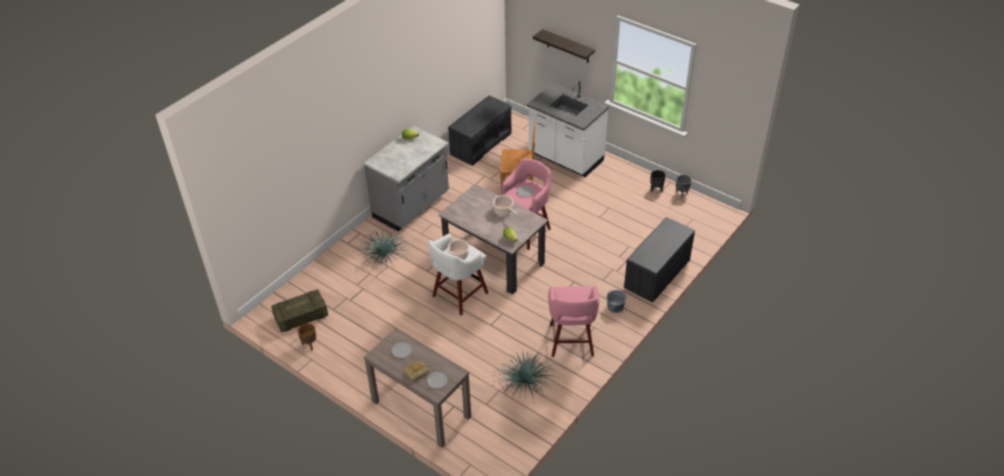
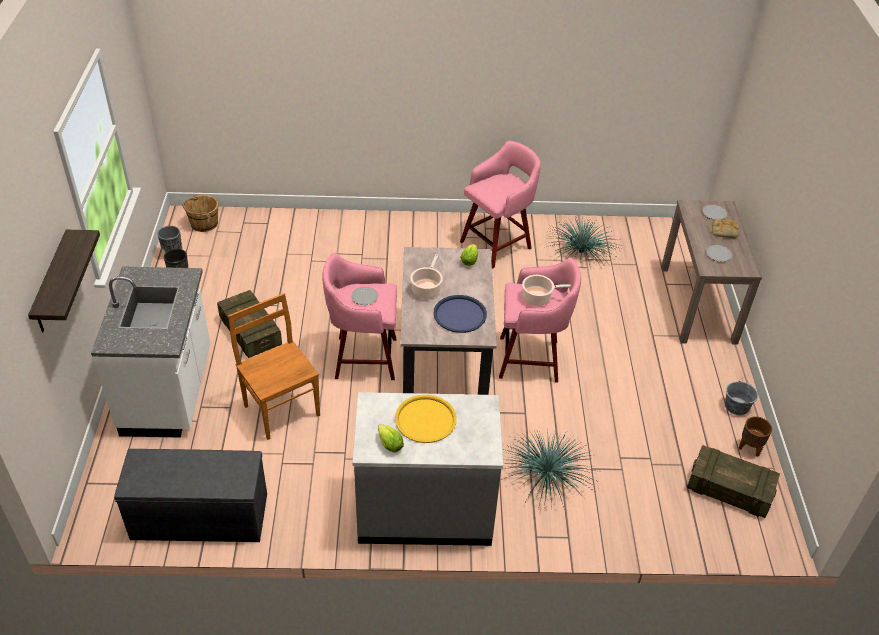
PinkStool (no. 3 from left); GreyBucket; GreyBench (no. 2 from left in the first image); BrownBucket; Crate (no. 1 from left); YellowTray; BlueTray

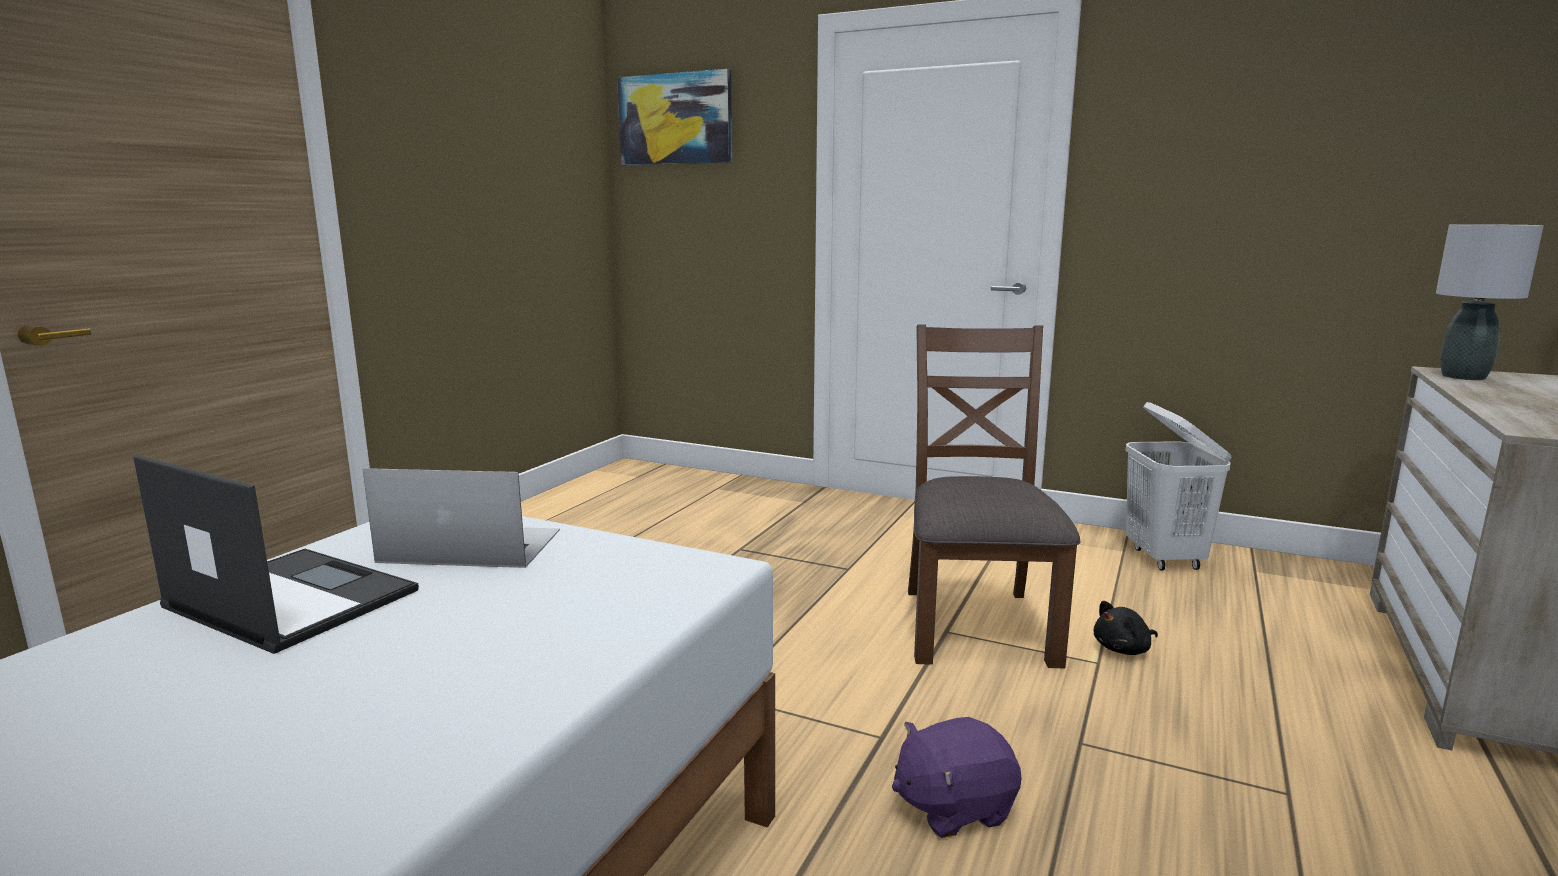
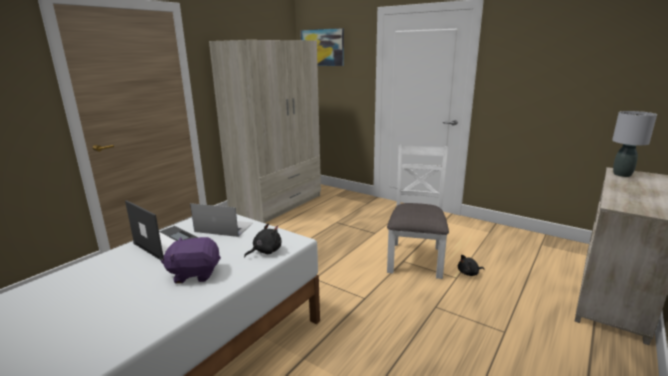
PurplePlushToy; WhiteChair; WhiteLaundryBasket; BeigeWardrobe; BlackPlushToy (no. 1 from left)

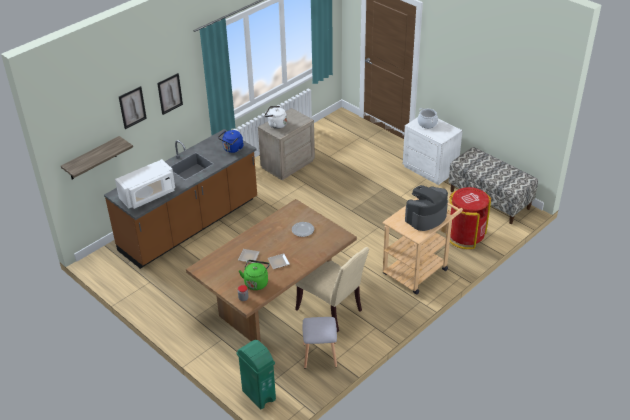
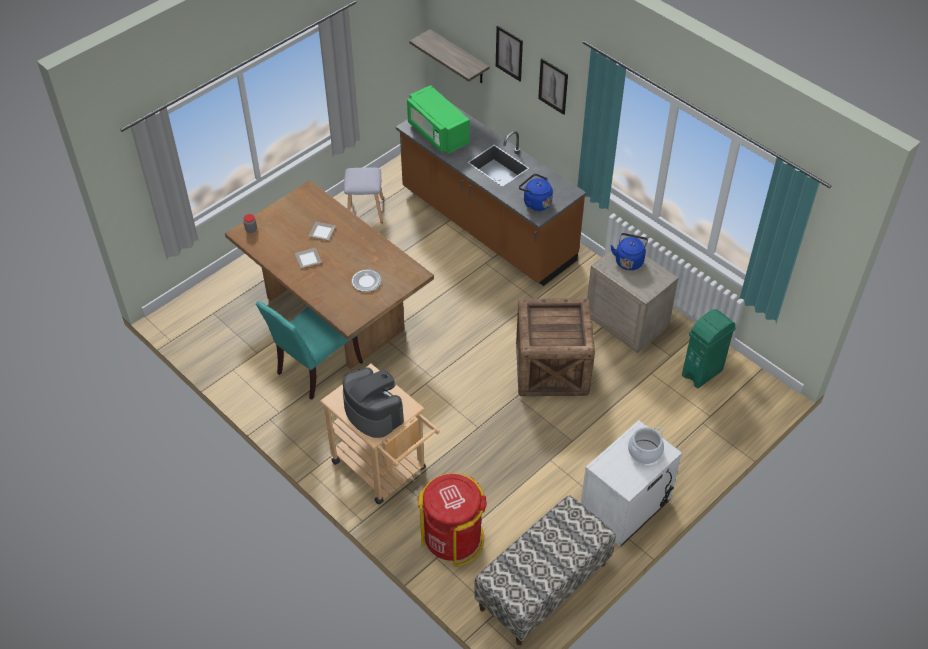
GreenMicrowave; GreenTrashCan; GreenKettle; BlueKettle (no. 2 from left); TurquoiseChair; GreyStool; Crate

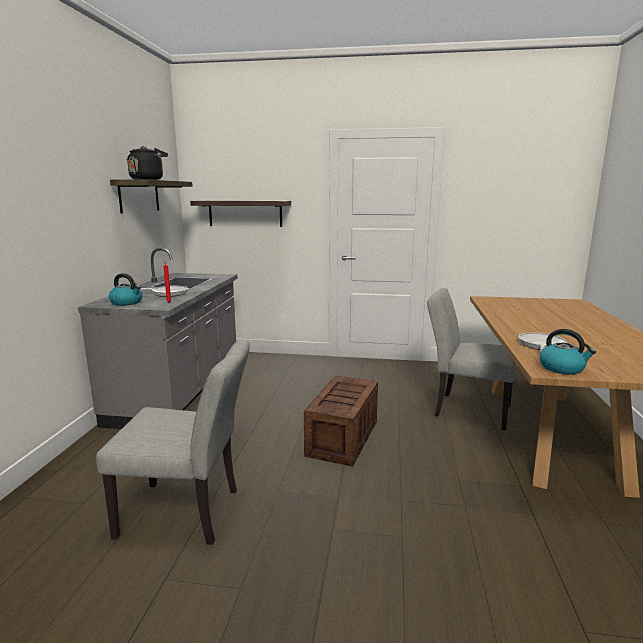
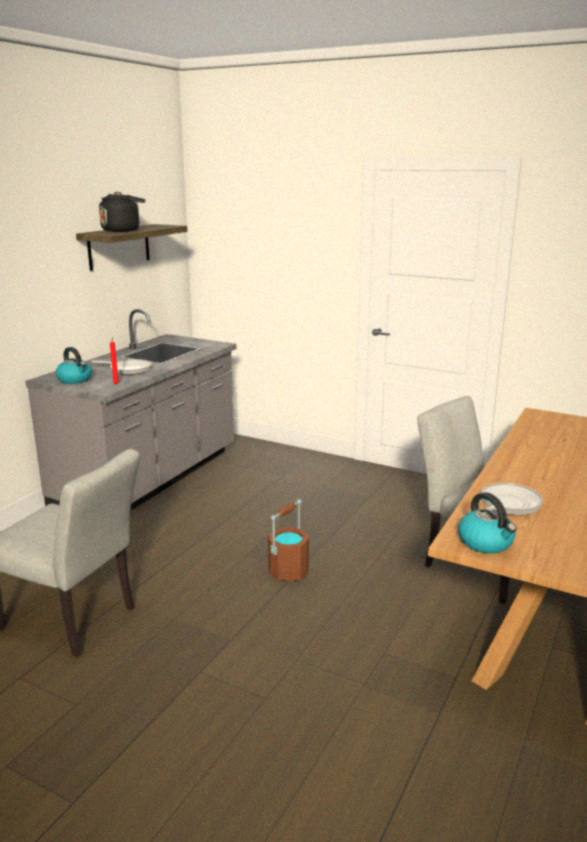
Shelf (no. 2 from left in the first image); BrownBucket

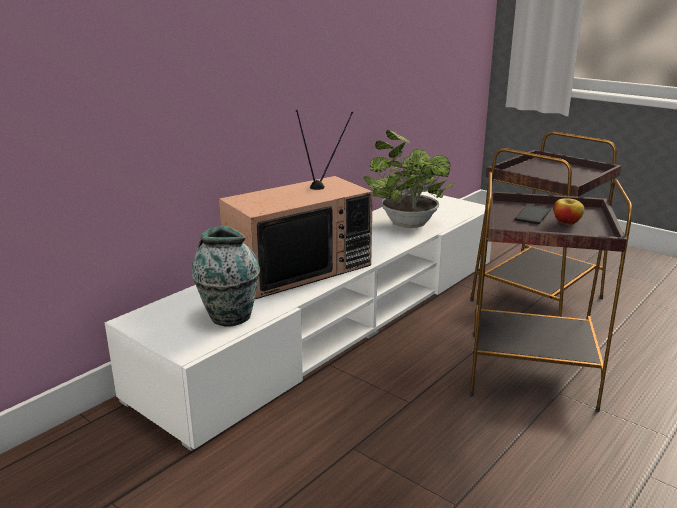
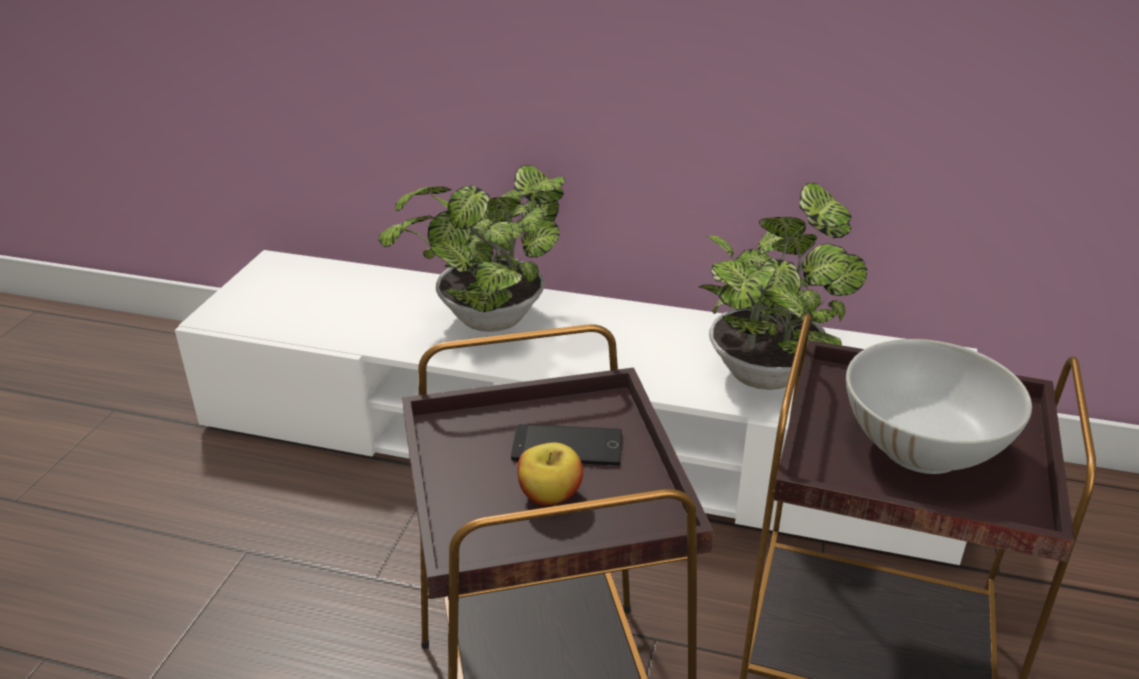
Vase; PottedPlant (no. 1 from left); WhiteBowl

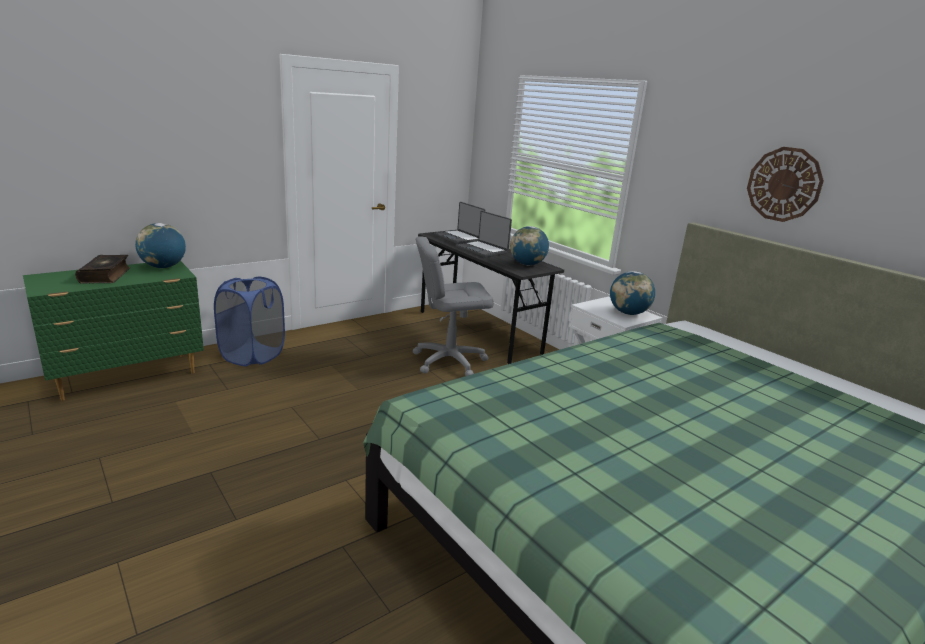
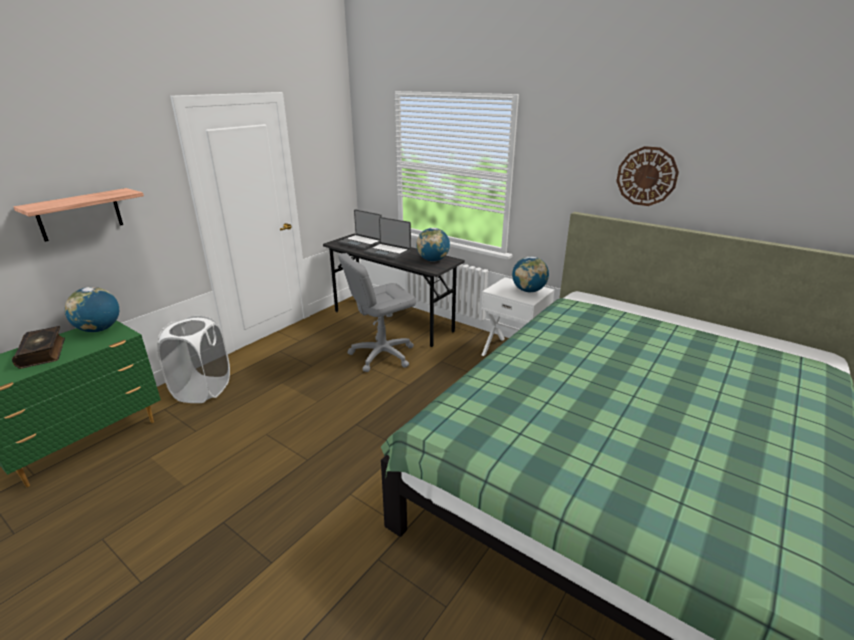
WhiteLaundryBasket; Shelf

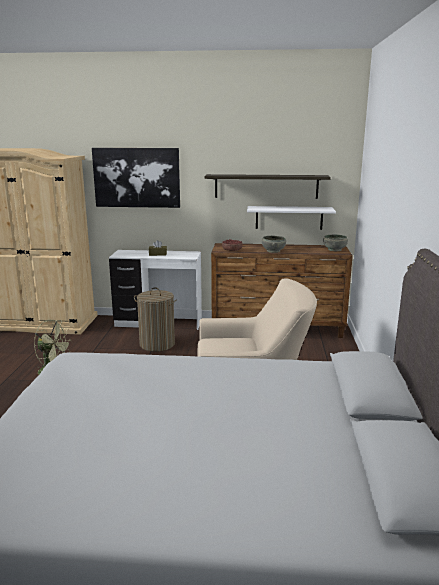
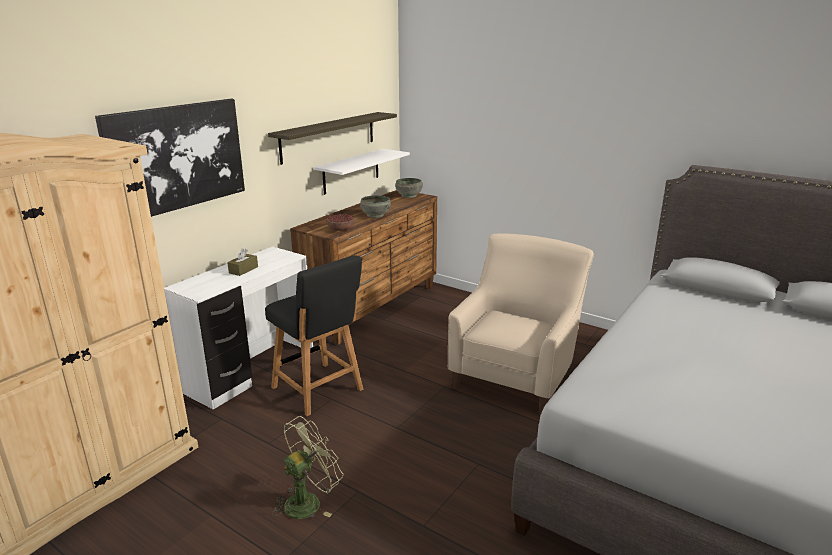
BlackChair

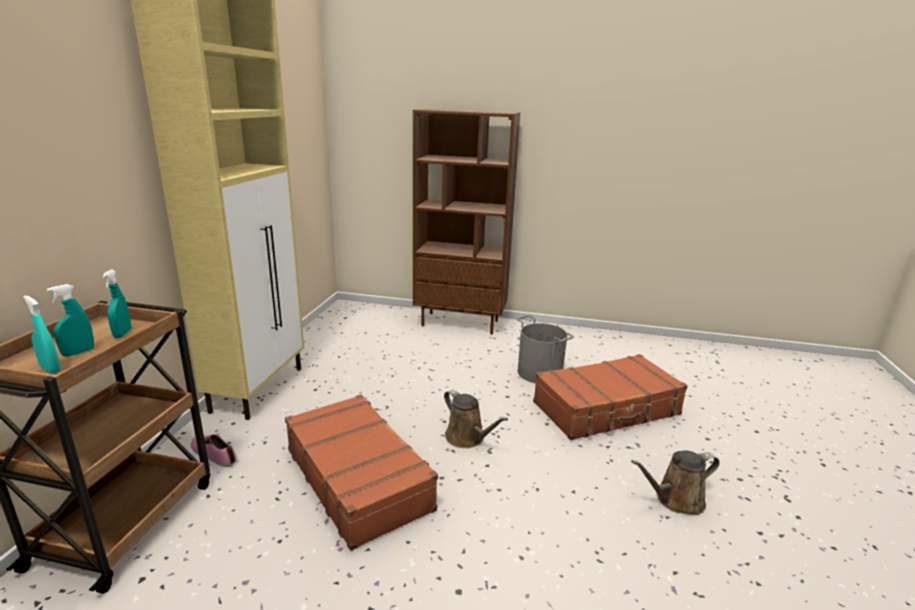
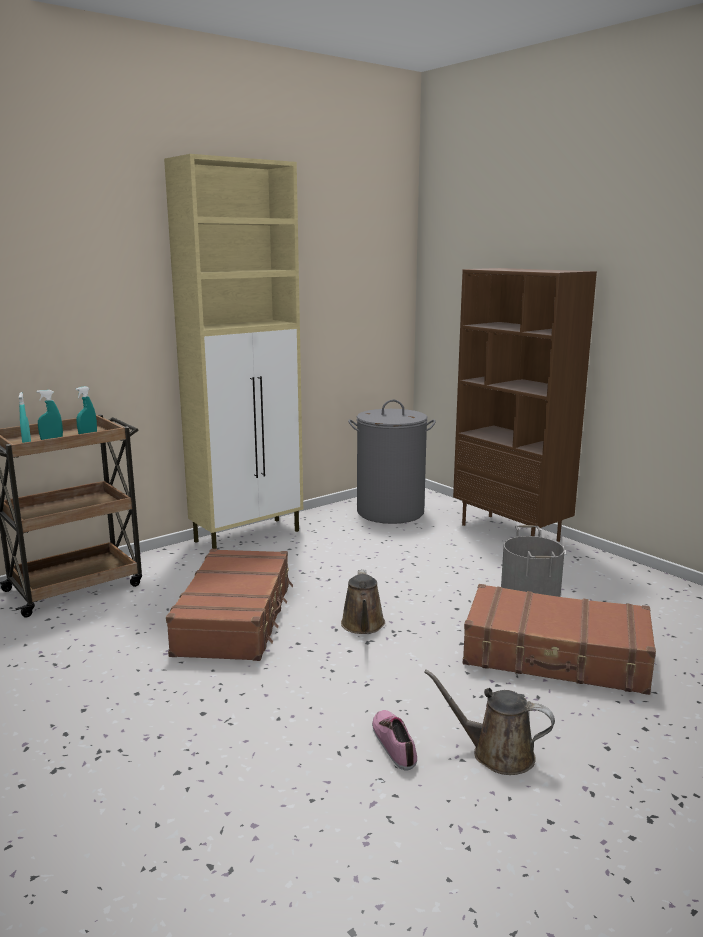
Shoe; GreyLaundryBasket

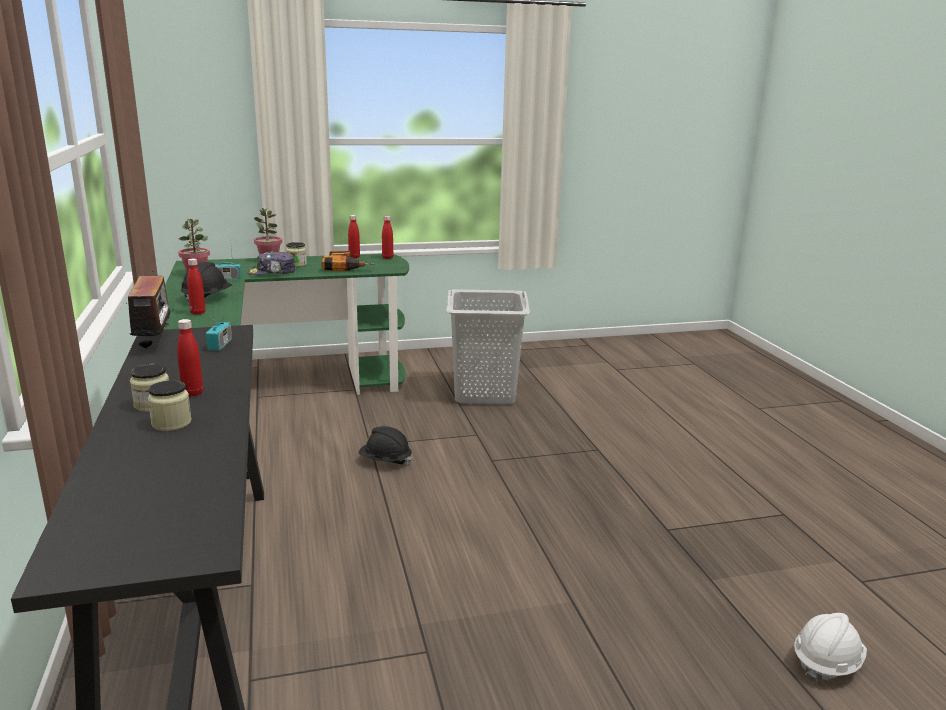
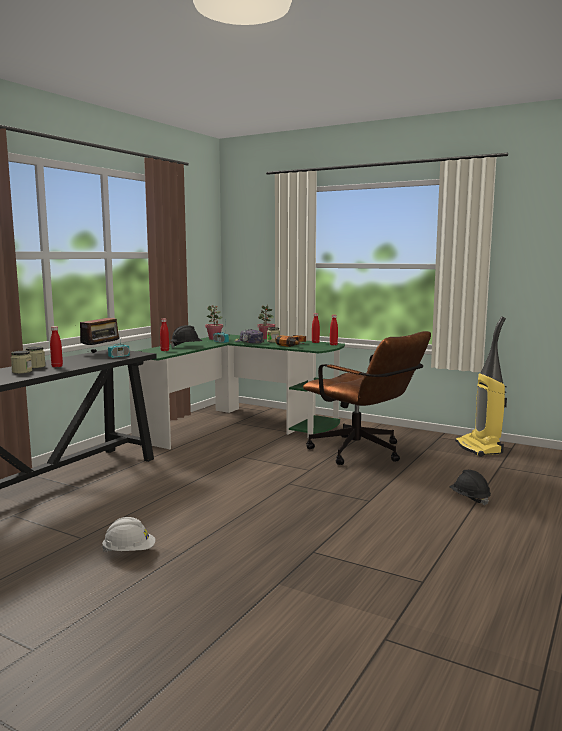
BlackHardHat (no. 2 from left); BrownOfficeChair; WhiteHardHat; VacuumCleaner

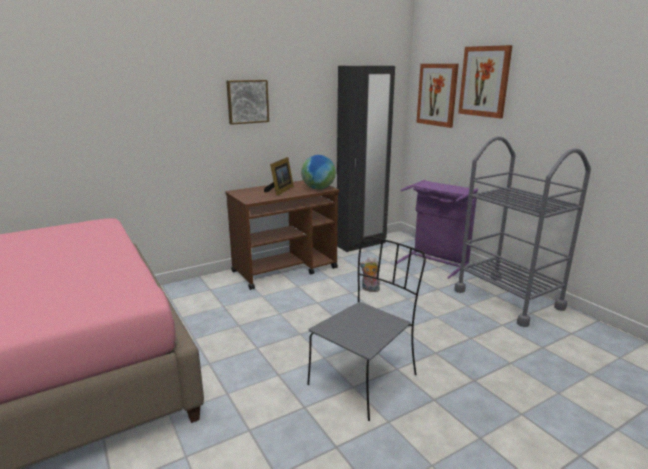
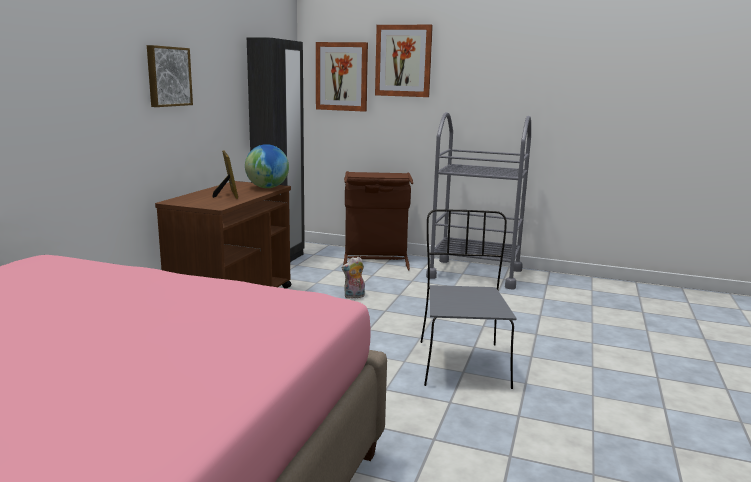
BrownLaundryBasket

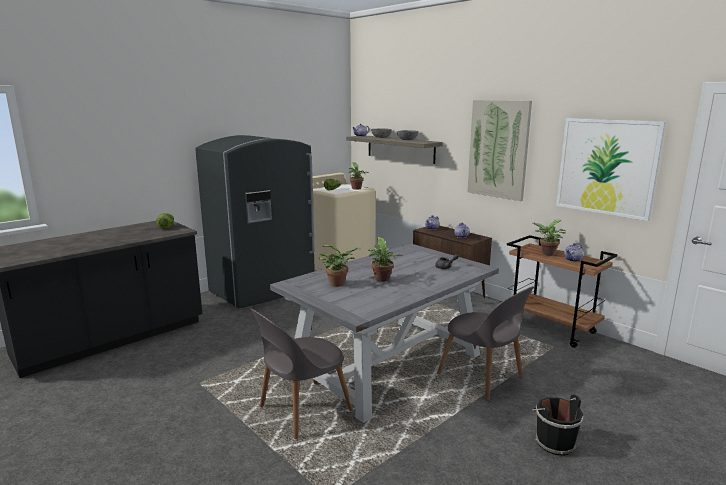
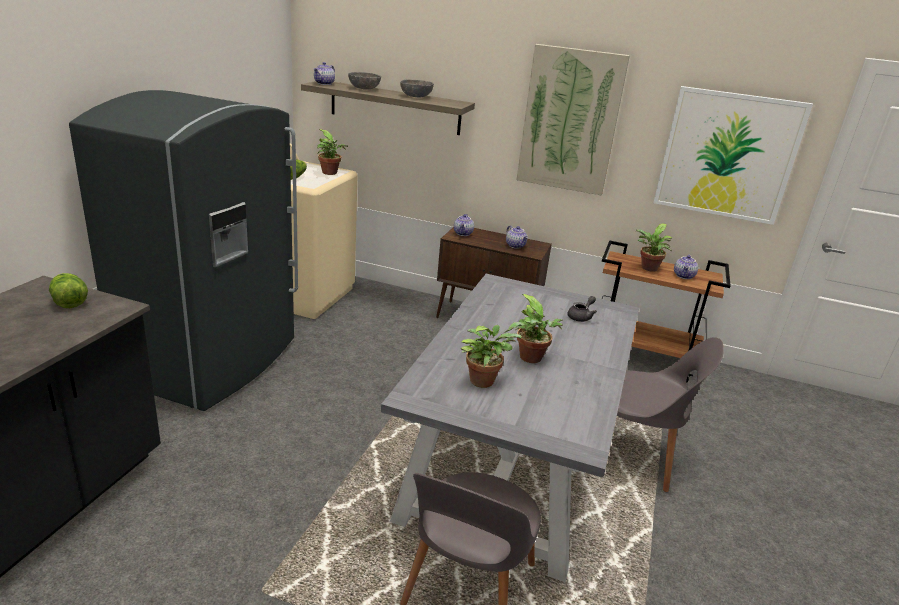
BlackBucket

